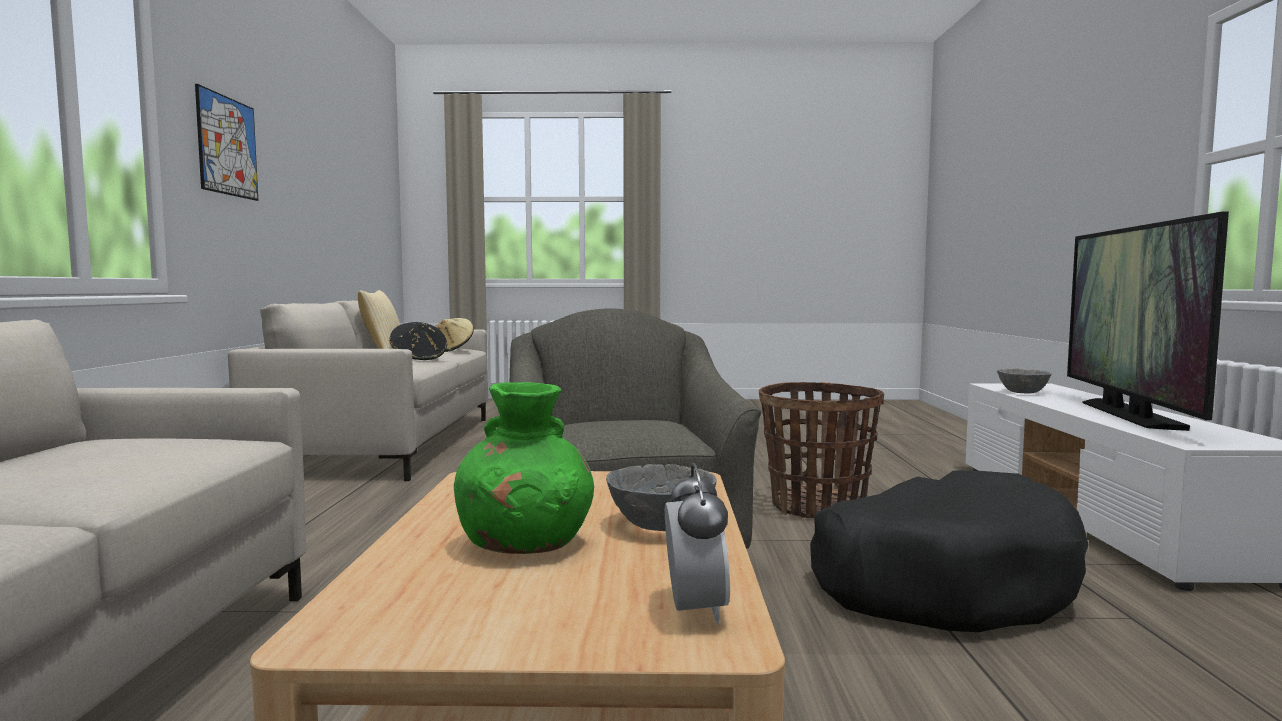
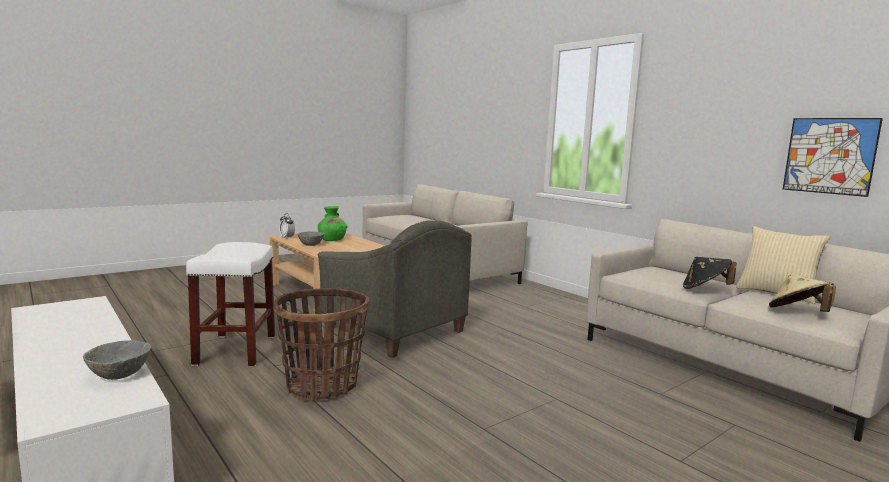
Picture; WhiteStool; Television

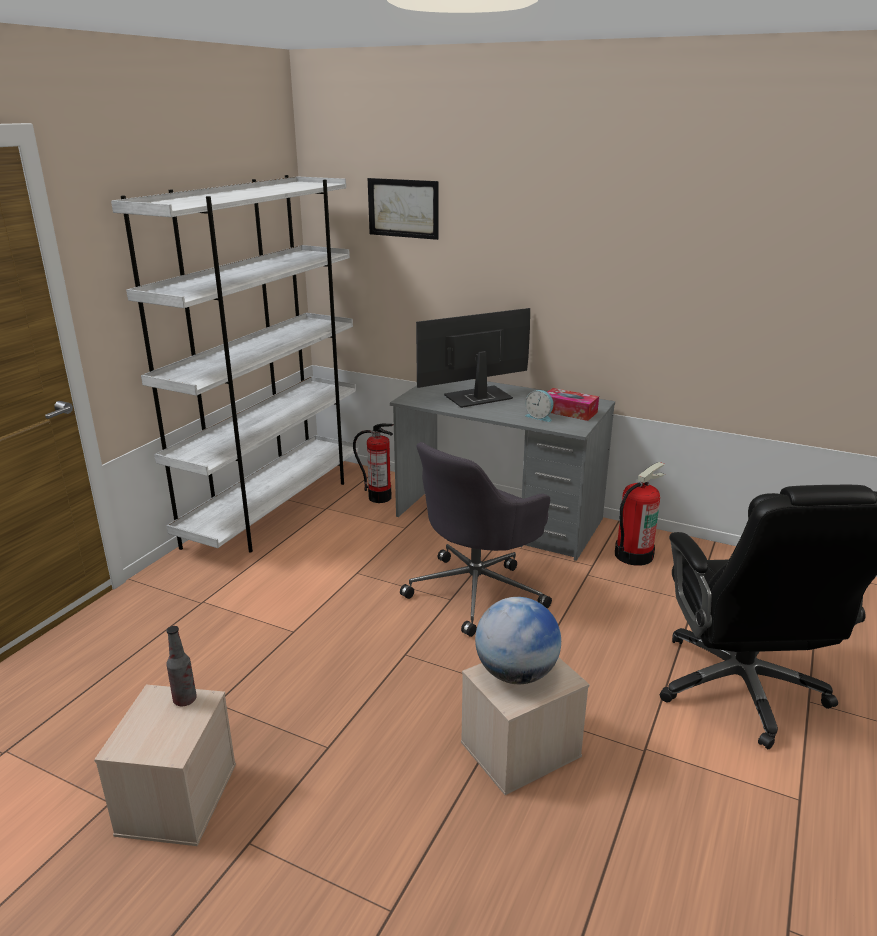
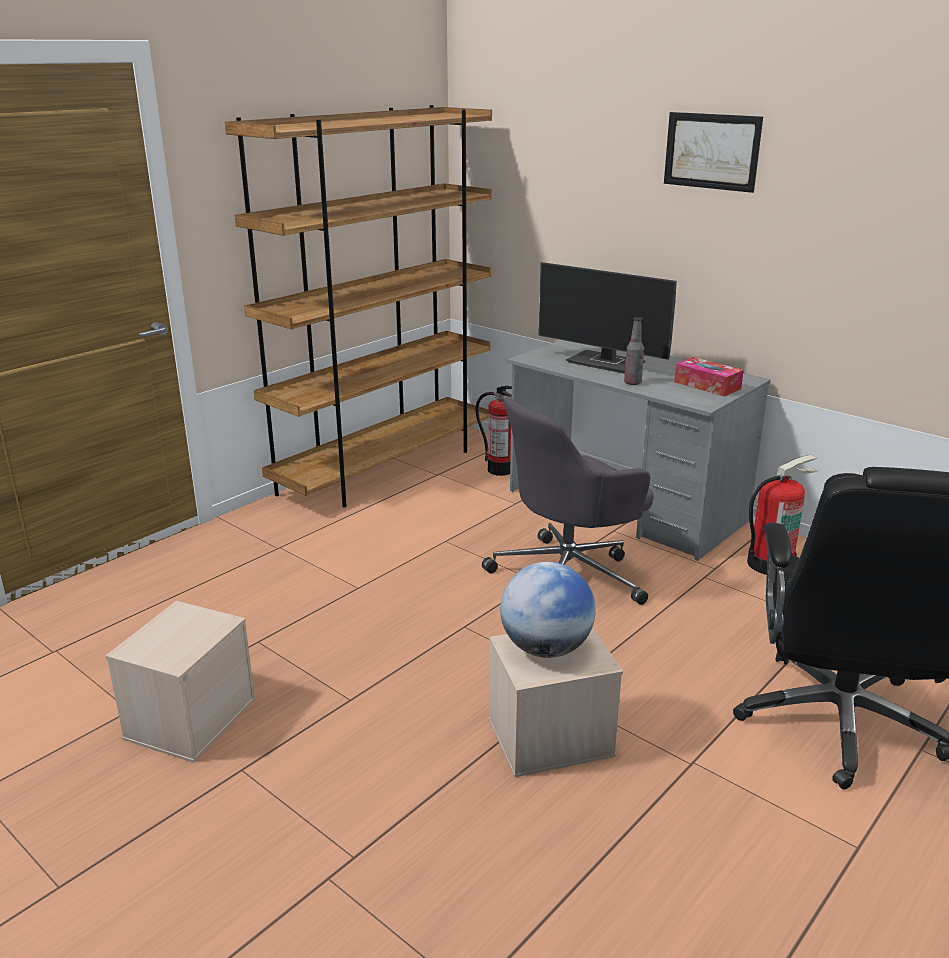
BrownBookcase; Bottle; Picture; Monitor; AlarmClock

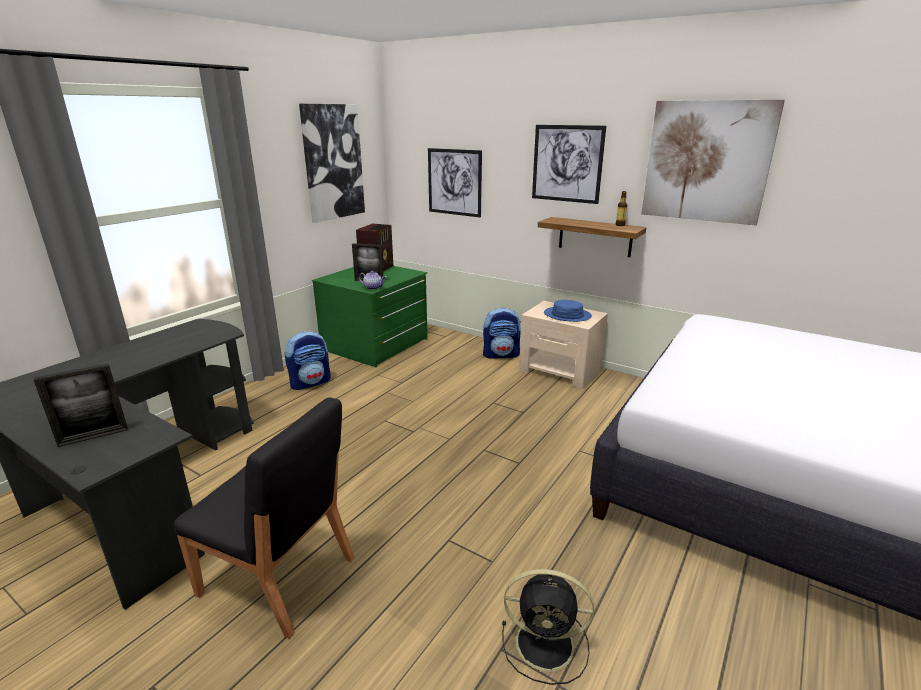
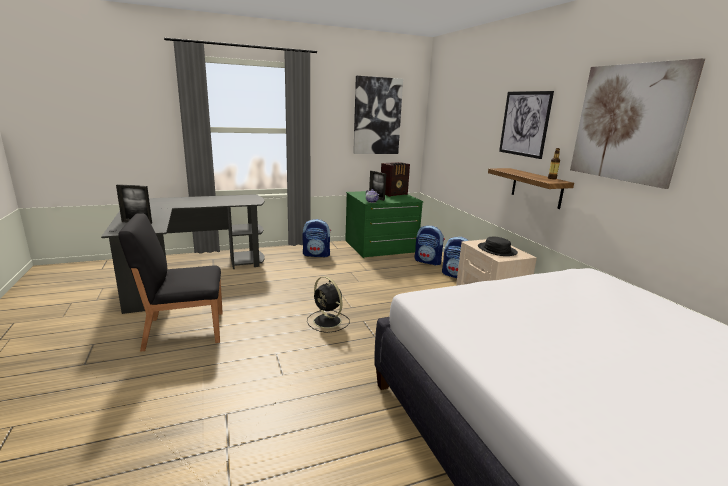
BlackChair; Picture (no. 2 from left in the first image); BlackFan; BlackHat; Backpack (no. 2 from left)

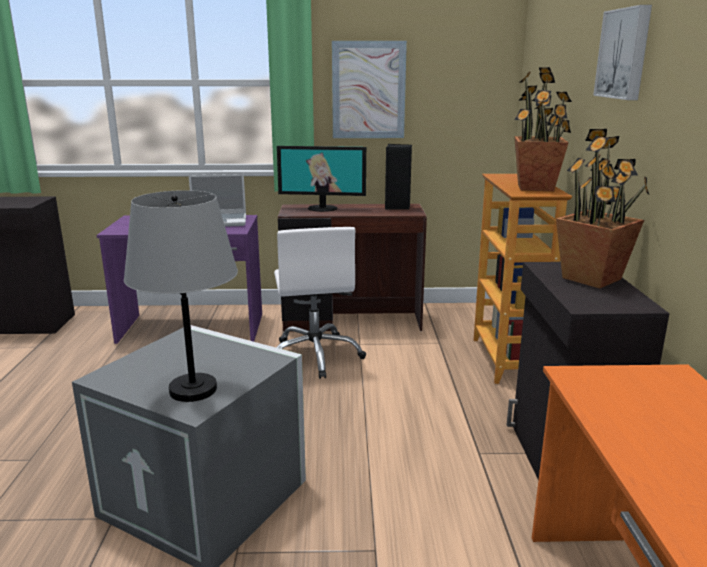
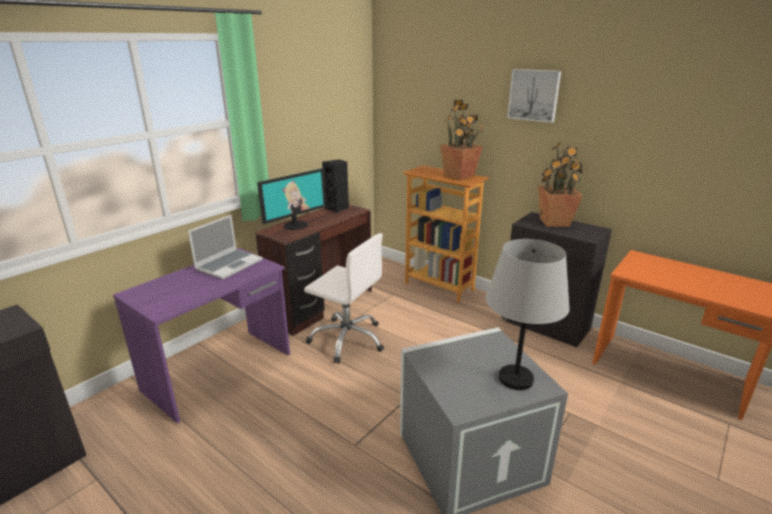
Picture (no. 1 from left in the first image)

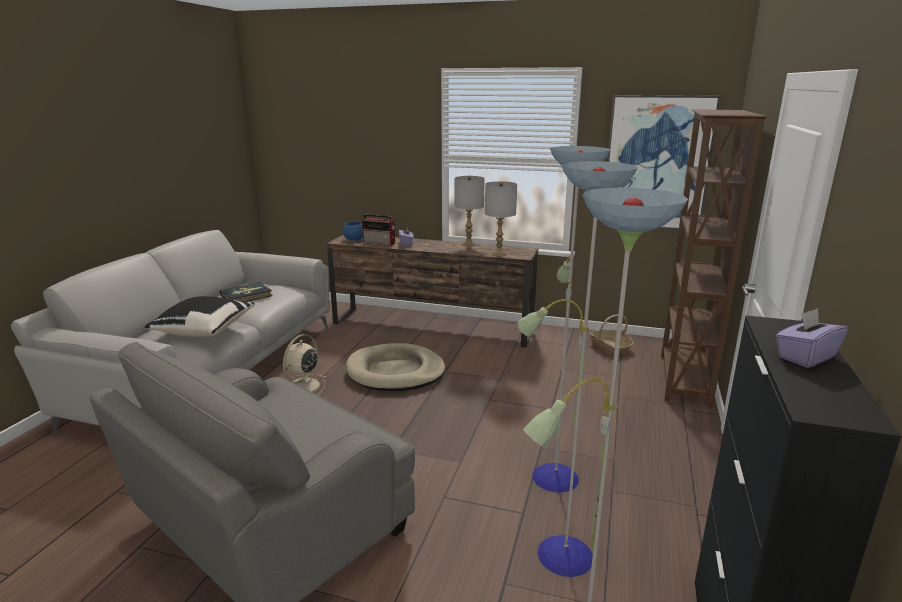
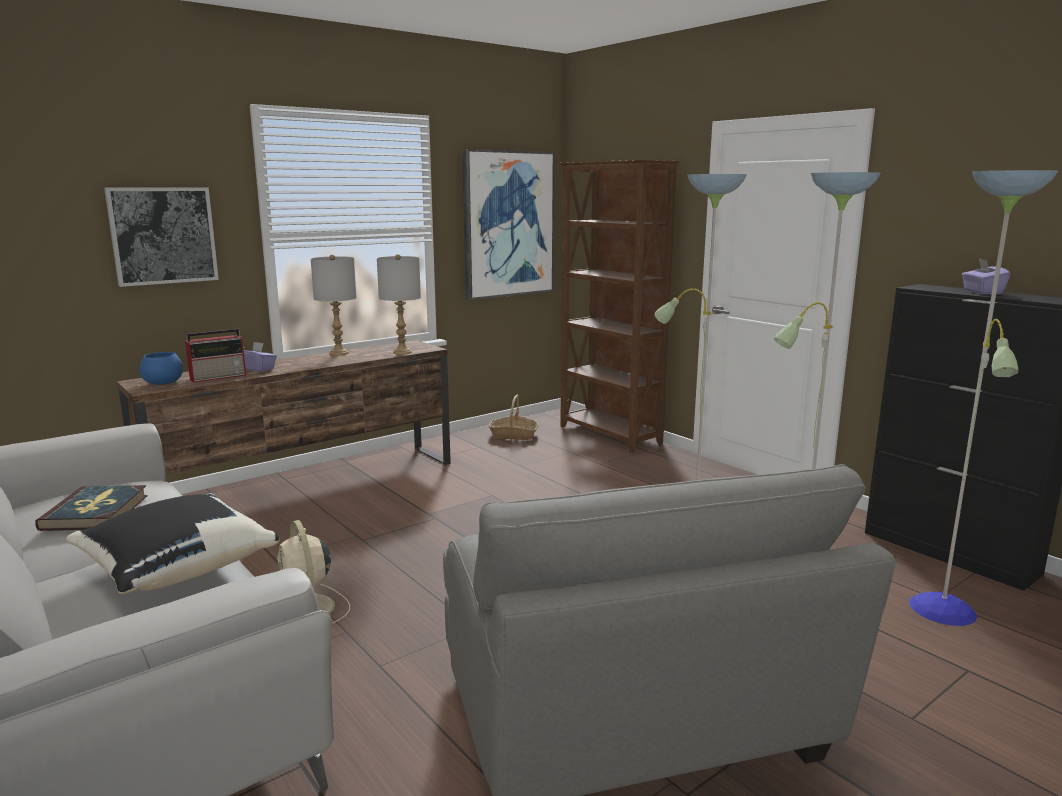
BeigeDogBed; Picture (no. 1 from left)

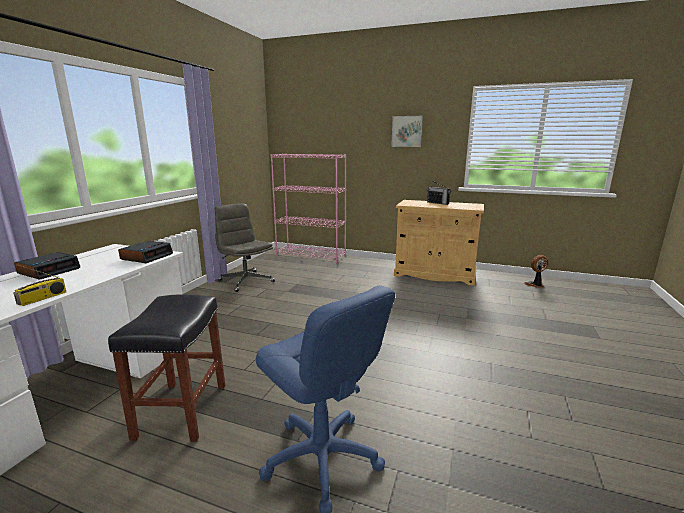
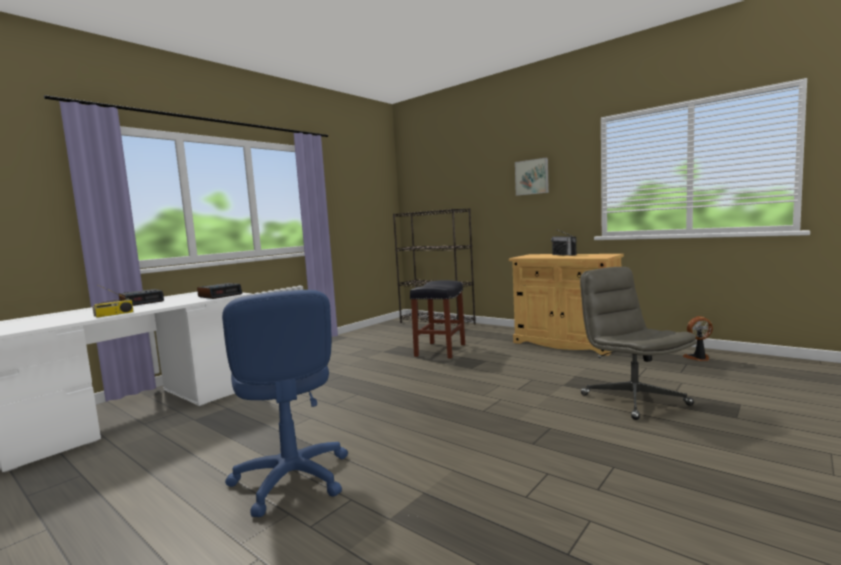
BlackStool; GreyOfficeChair; BlackBookcase

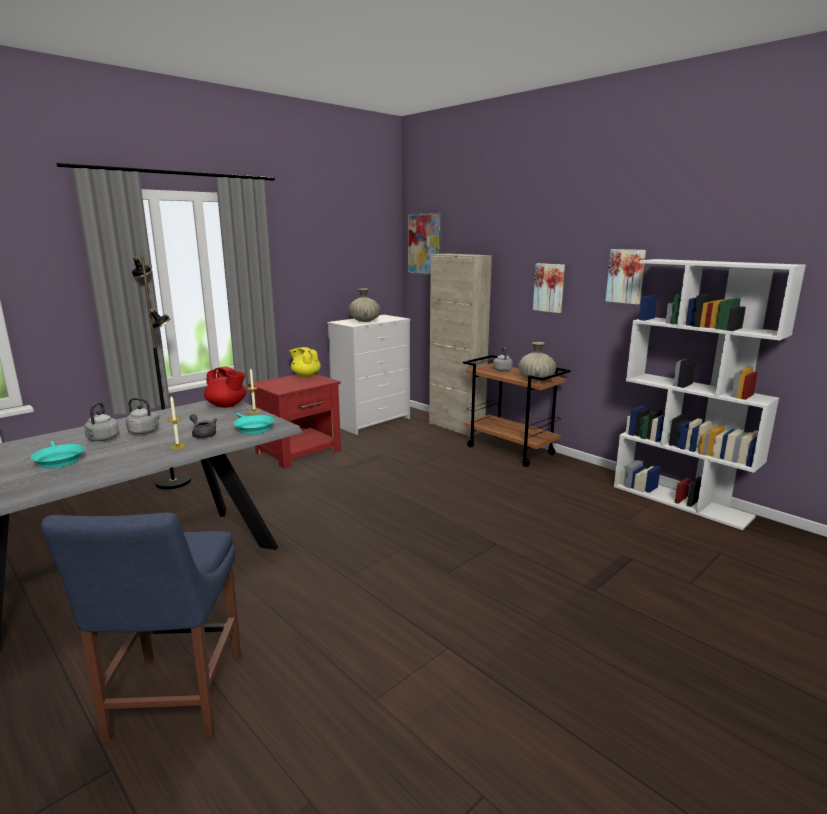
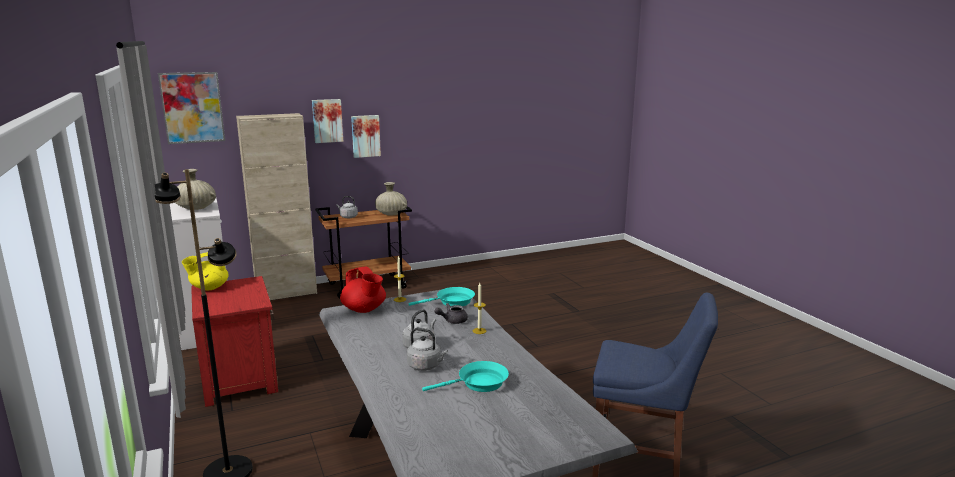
RedTeapot; Picture (no. 2 from left); WhiteBookcase

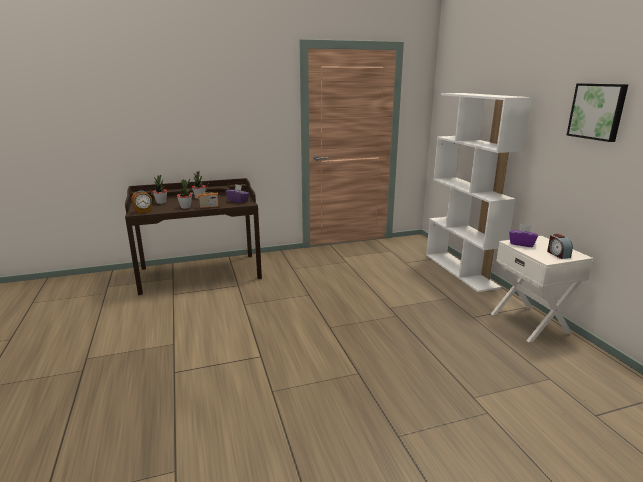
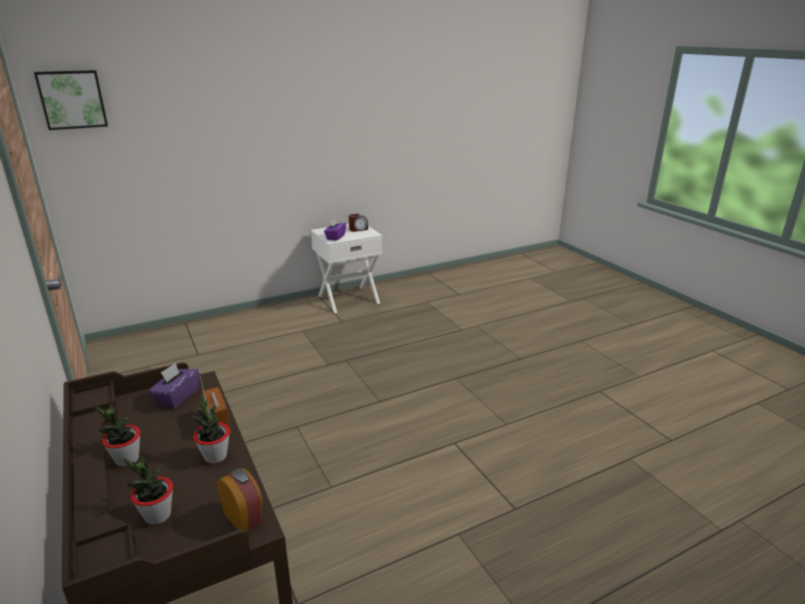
WhiteBookcase; Picture

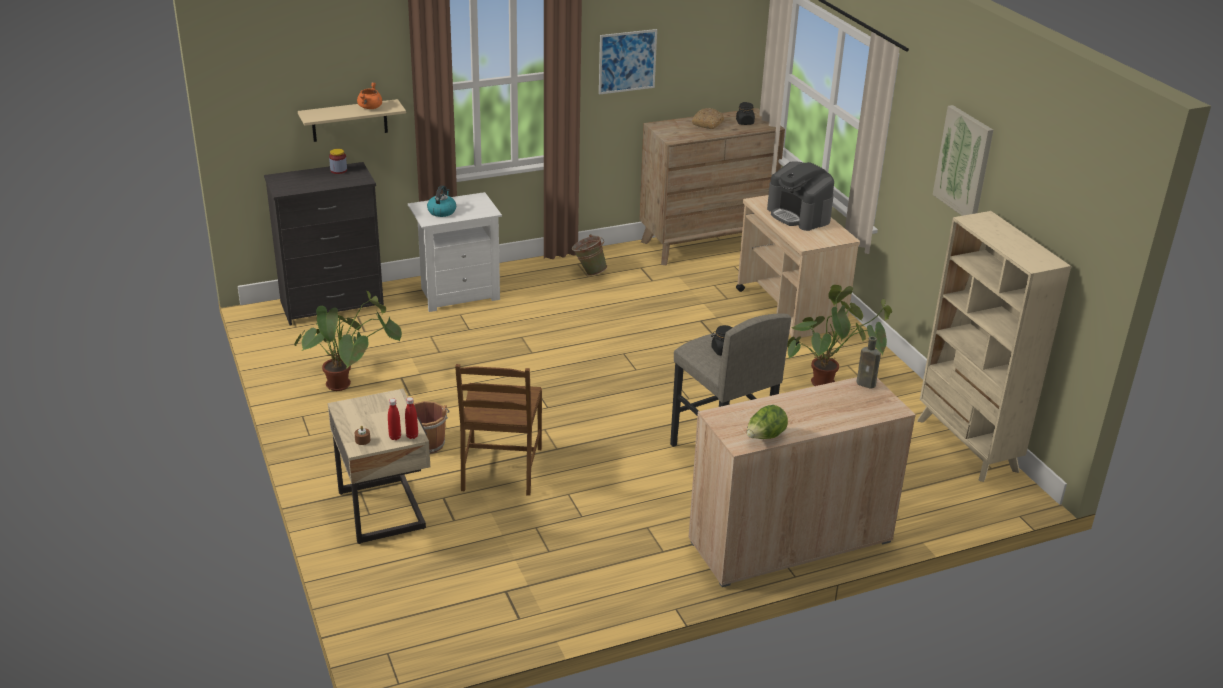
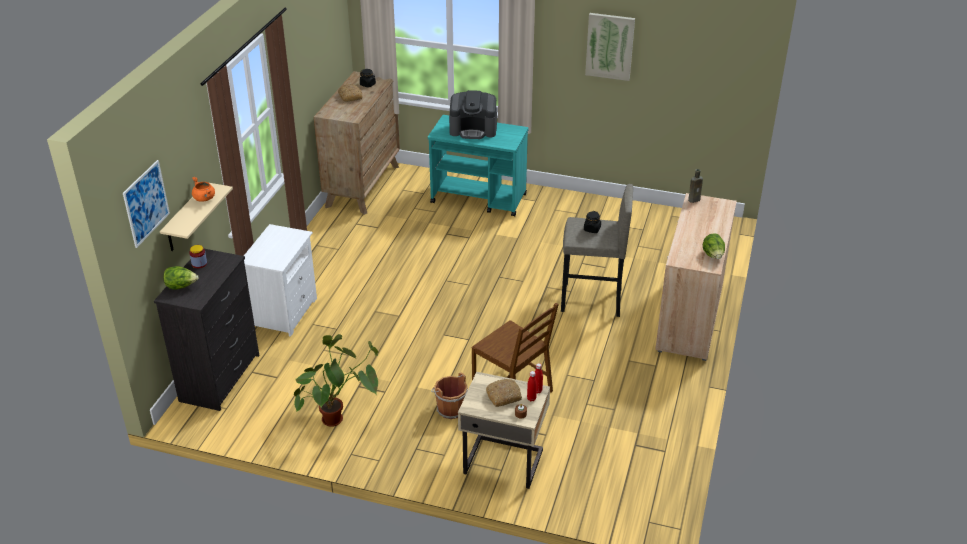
Kettle; GreenBucket; Picture (no. 1 from left); TurquoiseCart; PottedPlant (no. 2 from left in the first image); BeigeBookcase; Lettuce (no. 1 from left); Bread (no. 2 from left)

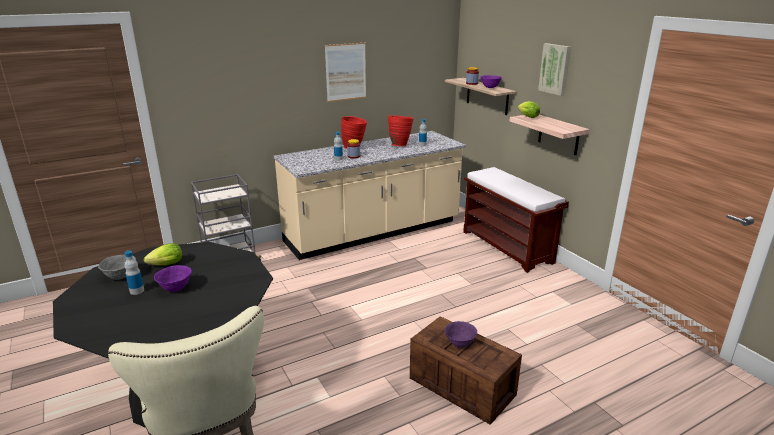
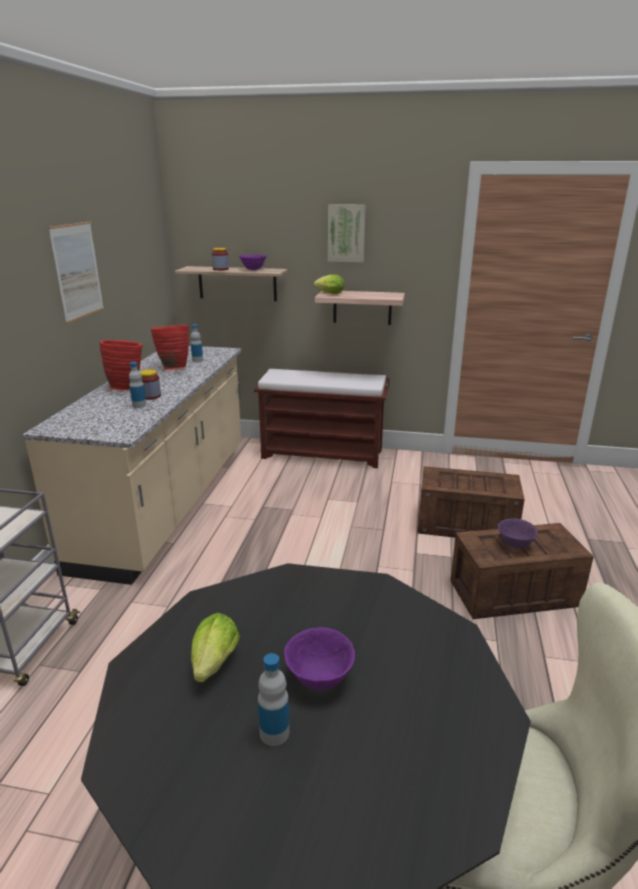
GreyBowl; Crate (no. 1 from left)

